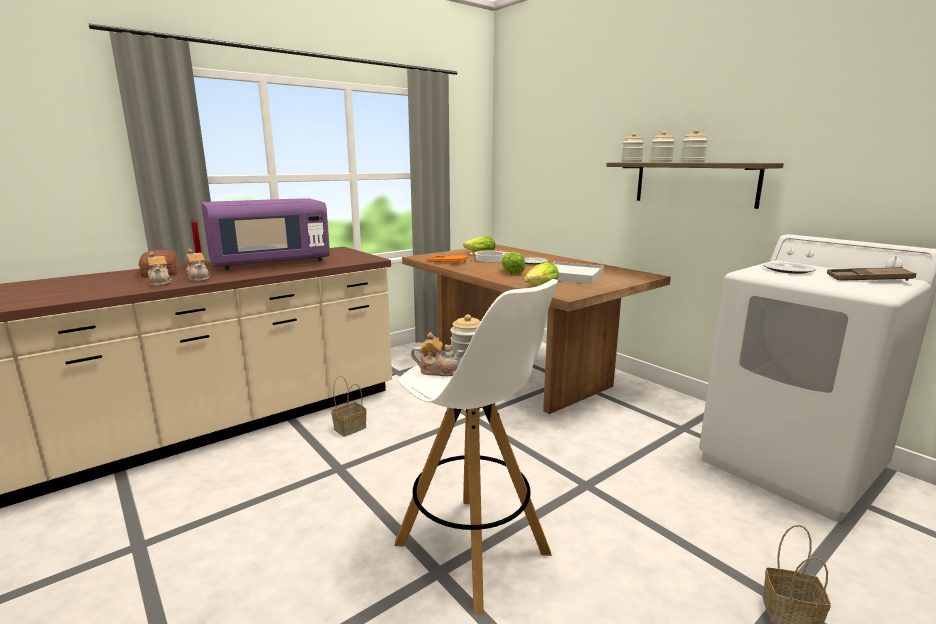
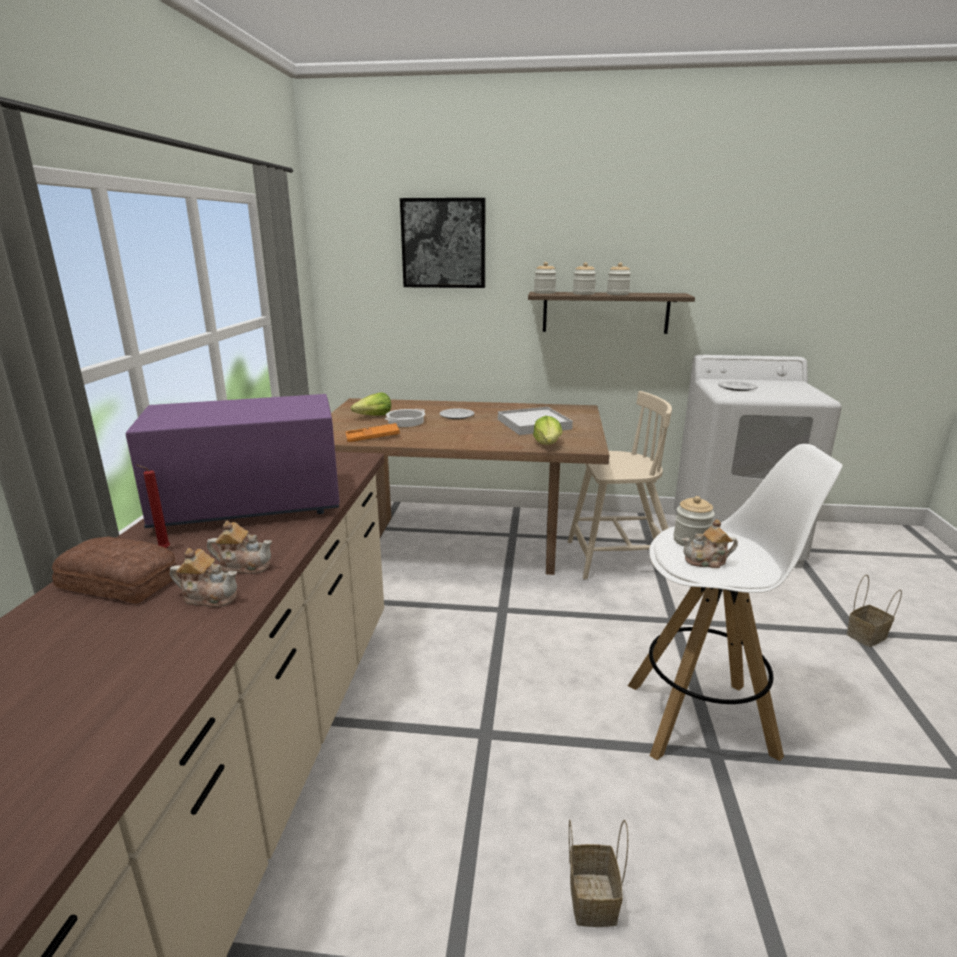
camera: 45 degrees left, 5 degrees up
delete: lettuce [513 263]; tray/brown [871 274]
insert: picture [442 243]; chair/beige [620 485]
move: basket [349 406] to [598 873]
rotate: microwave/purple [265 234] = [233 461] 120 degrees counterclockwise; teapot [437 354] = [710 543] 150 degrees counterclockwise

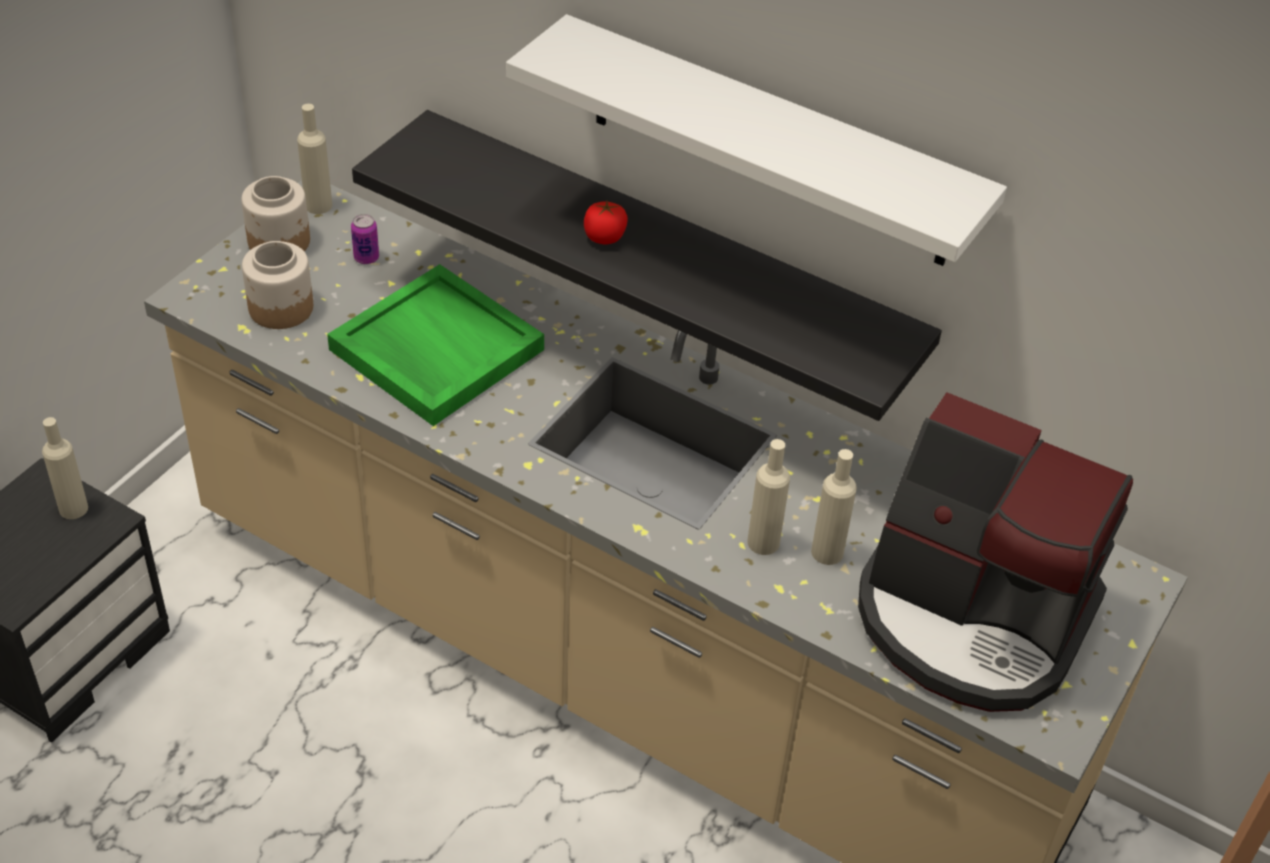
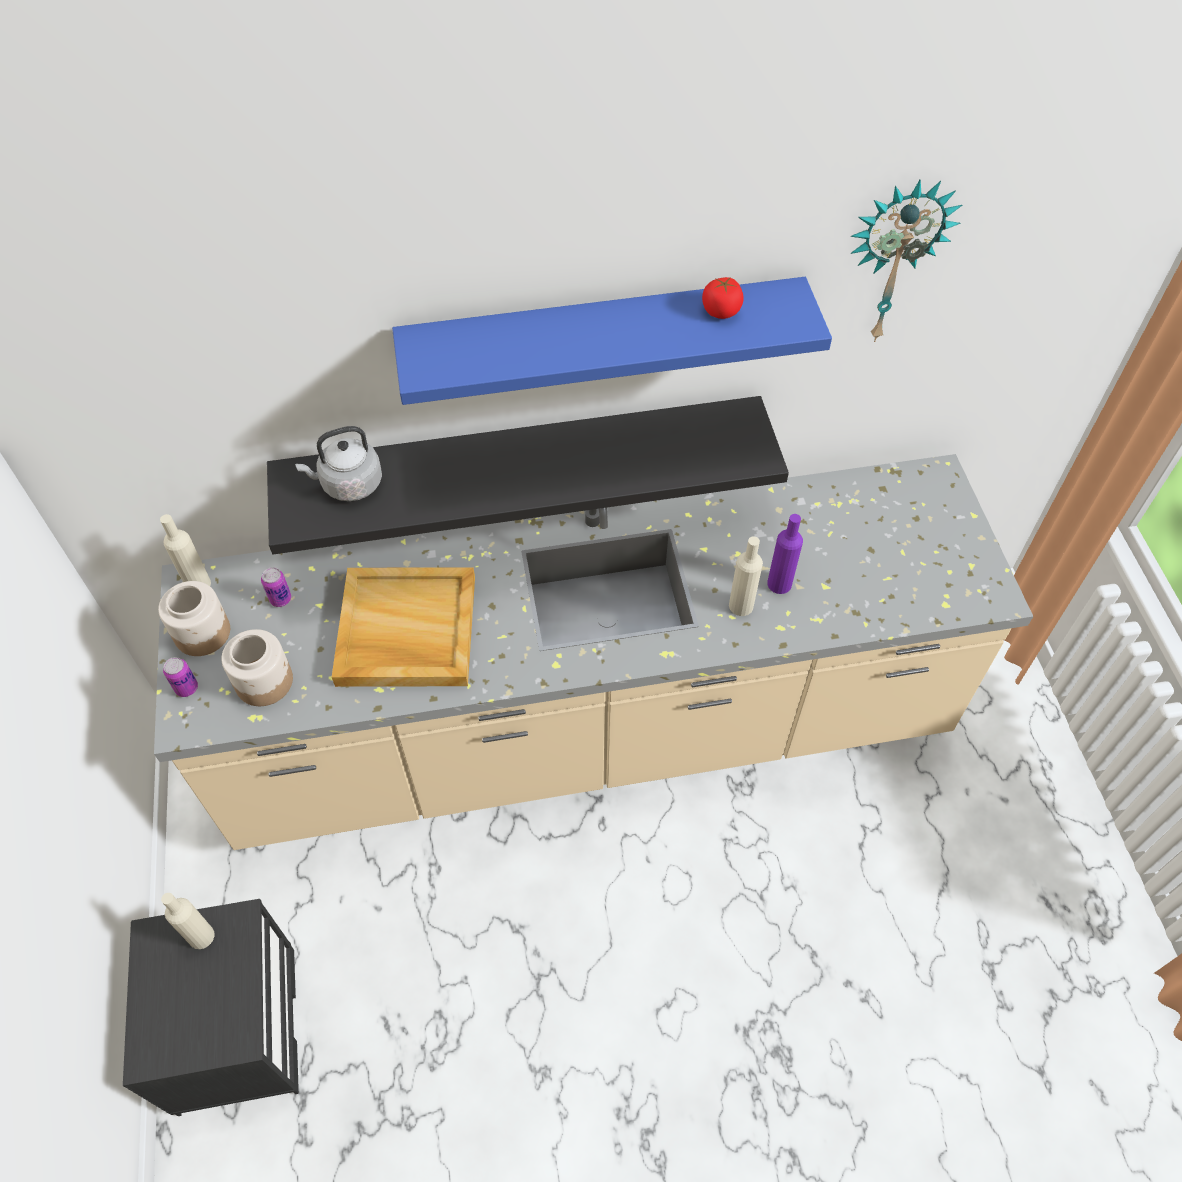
camera: 40 degrees left, 10 degrees up
delete: coffee machine [995 552]
insert: can [180 677]; kettle/grey [338 463]; wall clock [906 260]
move: tomato [606 222] to [723 298]
recolor: tray/green [435 345] to tray/beige [403 627]; shelf/white [756 140] to shelf/blue [612 341]; bottle/beige [834 507] to bottle/purple [785 554]

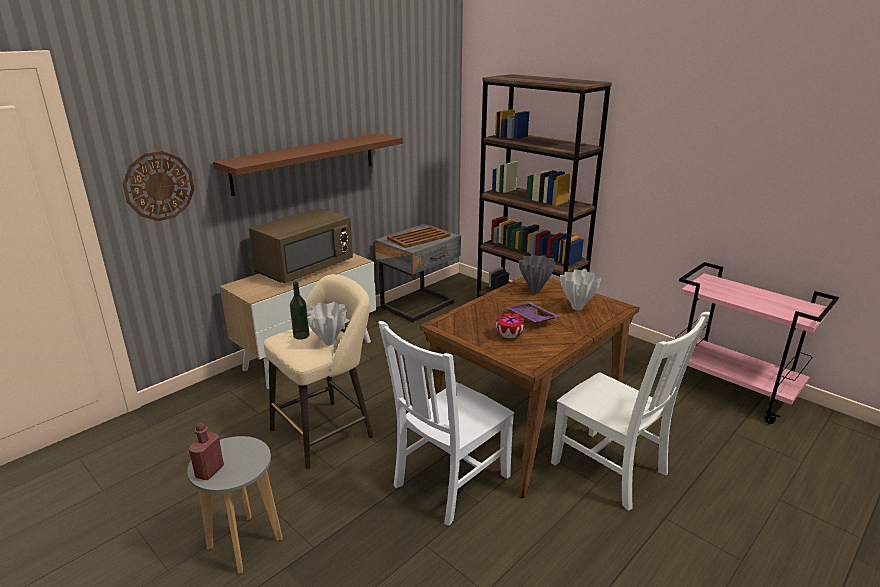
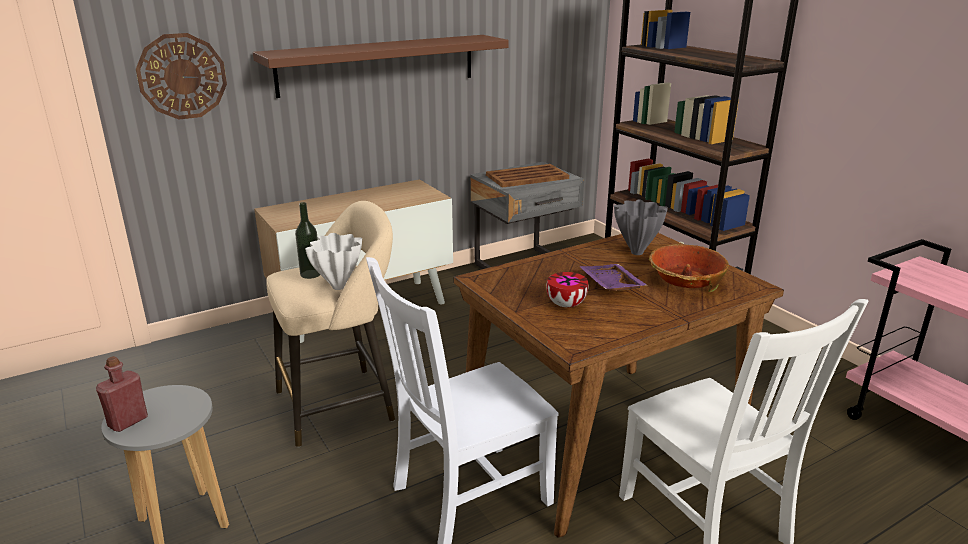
camera: 15 degrees right, 0 degrees up
delete: microwave/brown [301 245]
replace: vase/white [580 290] to bowl [689 268]

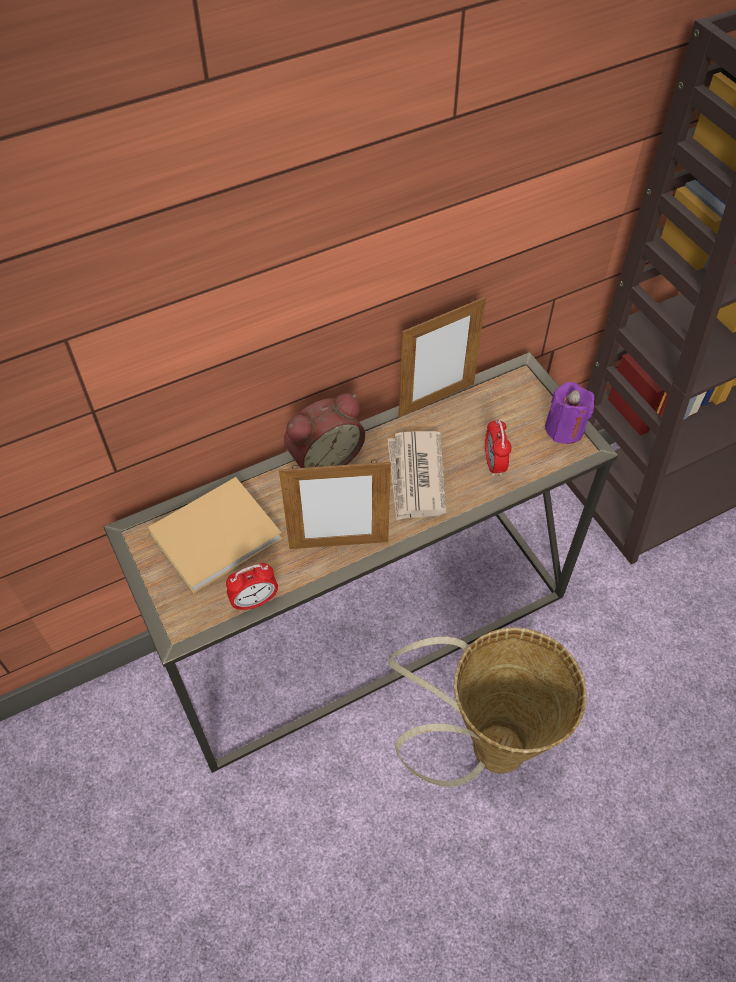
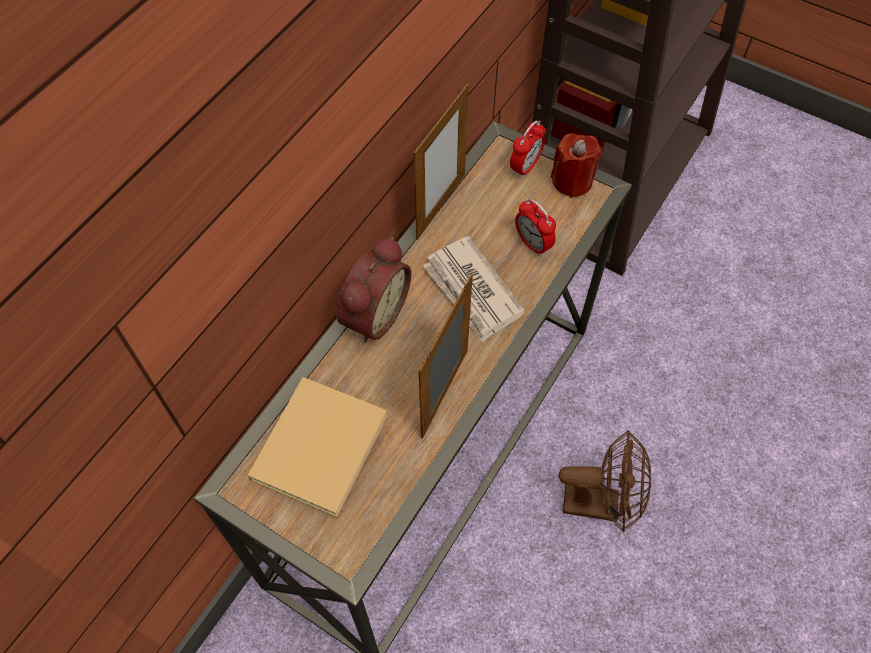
camera: 30 degrees left, 5 degrees up
move: alarm clock [252 587] to [528 149]
replace: basket [487 707] to fan/brown [605 481]
recolor: candle/purple [570 413] to candle/red [576 165]
rotate: picture frame [335 504] = [446 356] 150 degrees clockwise

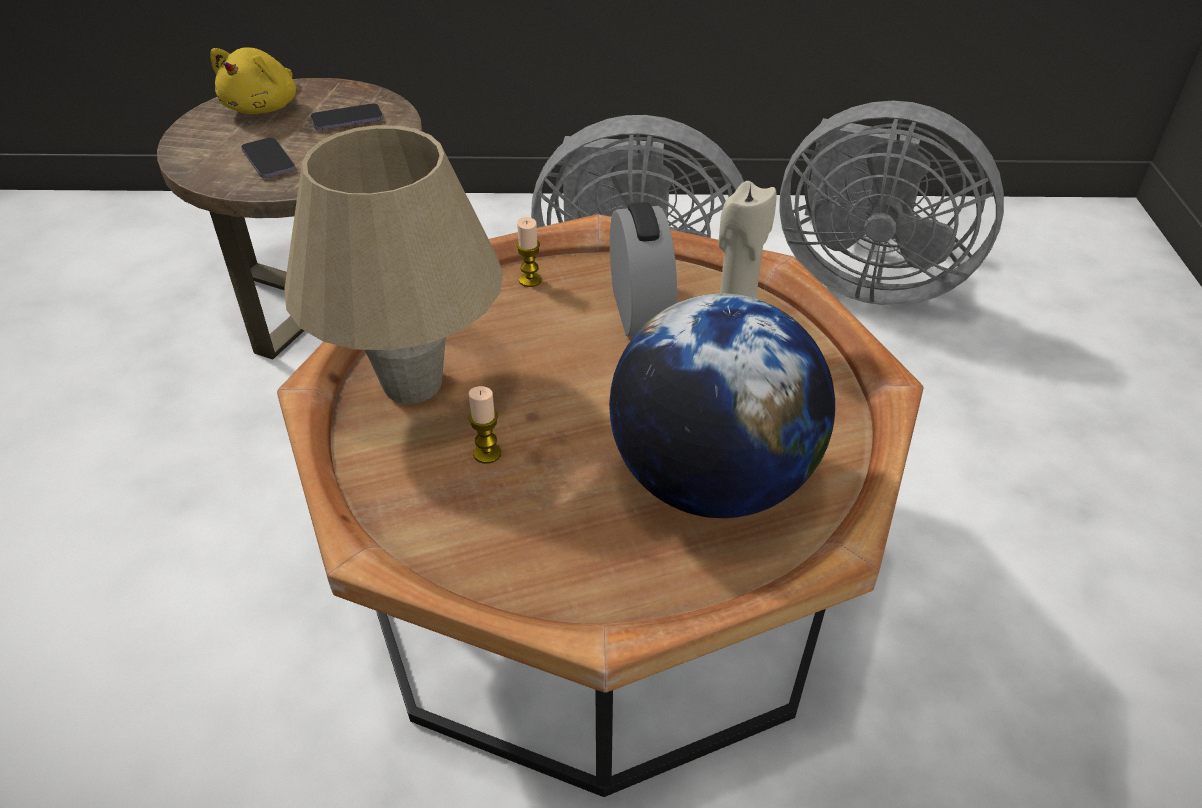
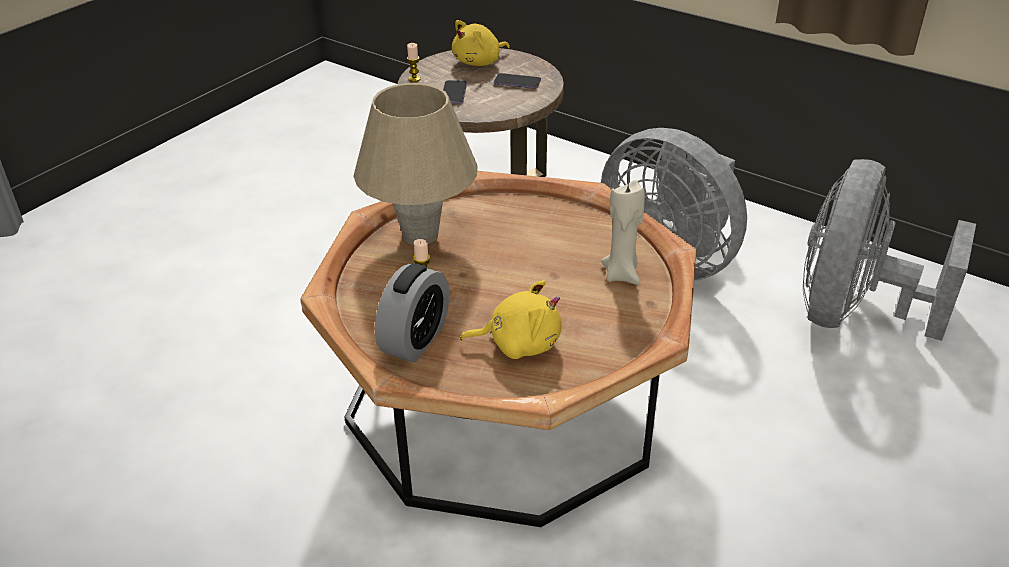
camera: 35 degrees right, 5 degrees down
move: candle [529 252] to [414 62]; alarm clock [643 269] to [412 312]
replace: globe [722 406] to plush toy/yellow [511 319]
rotate: fan/grey [891 203] = [889 250] 60 degrees clockwise

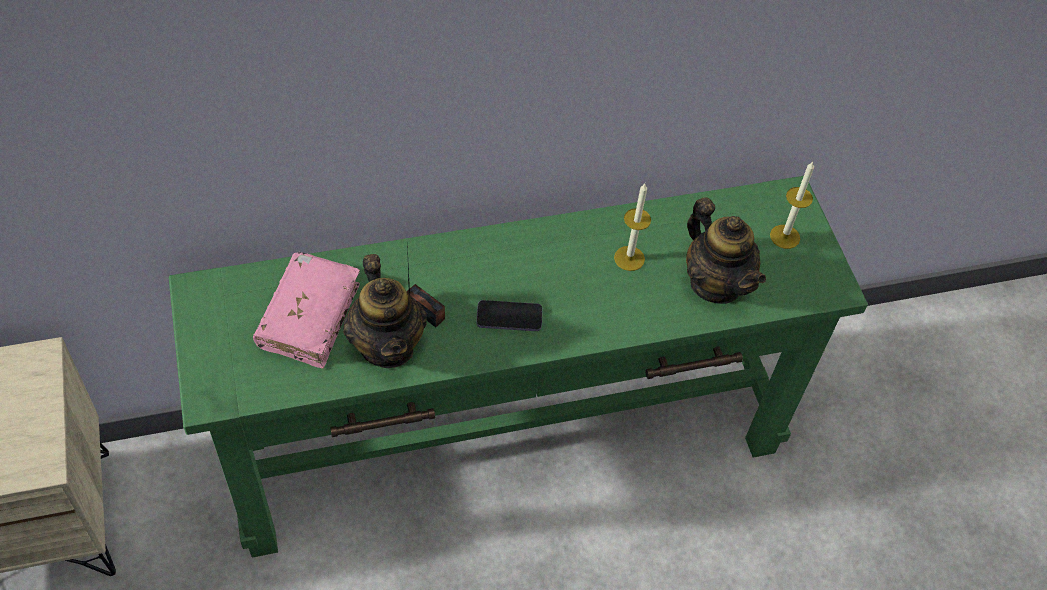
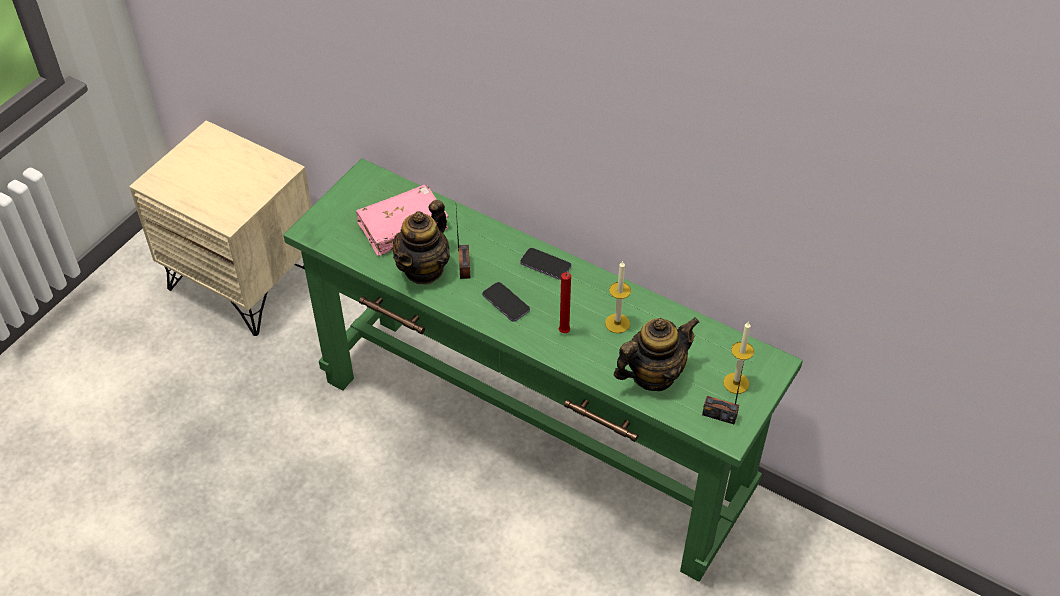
camera: 50 degrees right, 5 degrees down
insert: phone [545 264]; candle/red [565 302]; radio [723 393]
rotate: teapot [726 250] = [657 354] 135 degrees counterclockwise

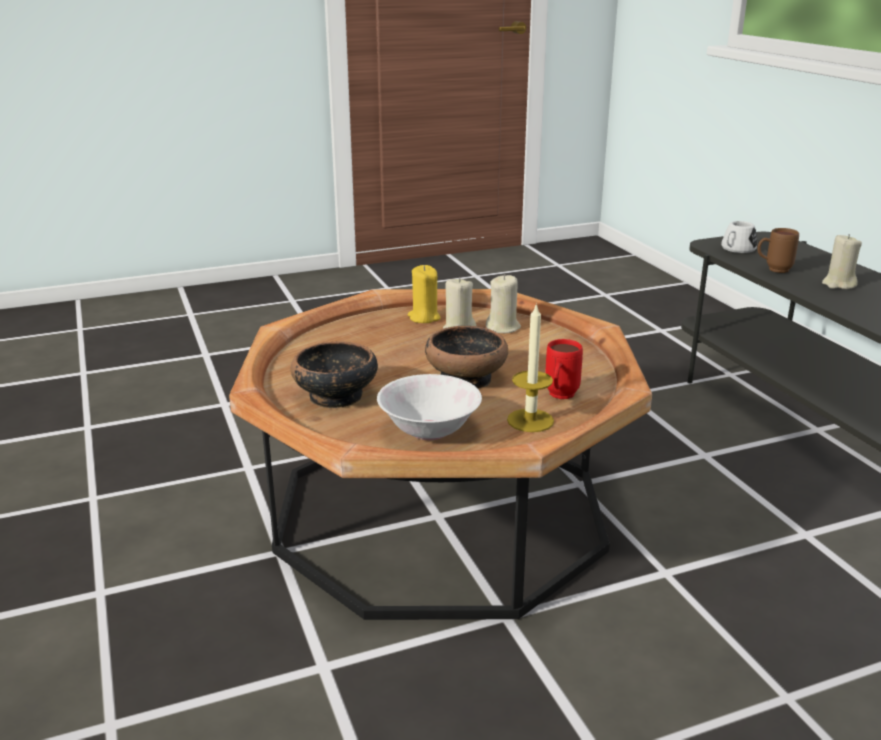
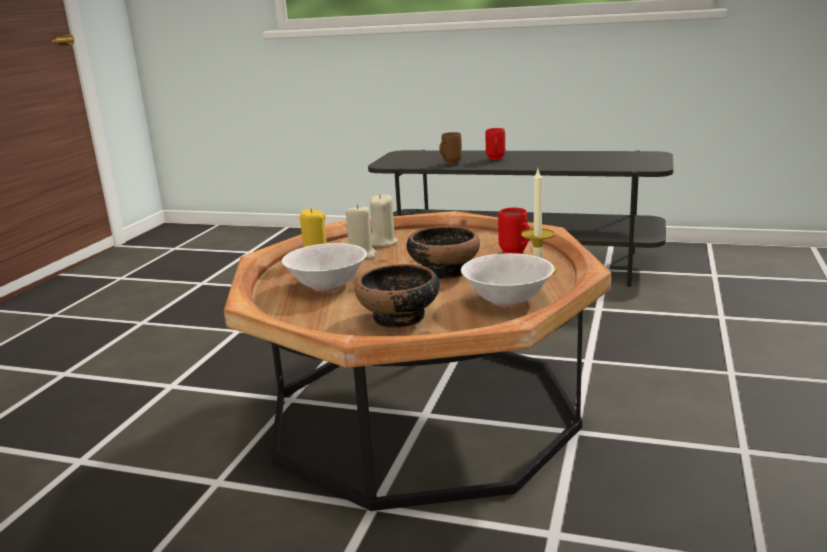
camera: 50 degrees left, 5 degrees down
delete: mug/white [739 237]
insert: bowl/white [324 267]
replace: candle/beige [842 261] to mug/red [495 144]

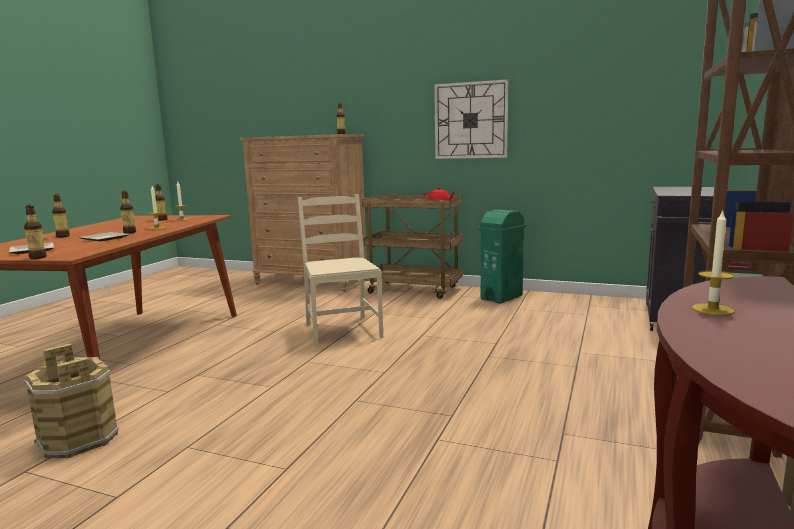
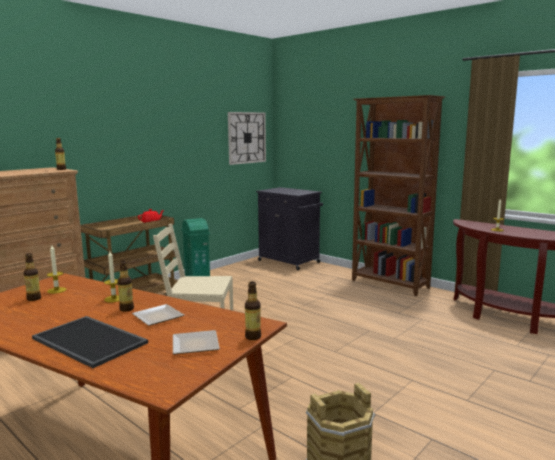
camera: 70 degrees left, 0 degrees up
move: wall clock [471 119] to [247 138]
replace: bottle [61 216] to tray [90 342]

